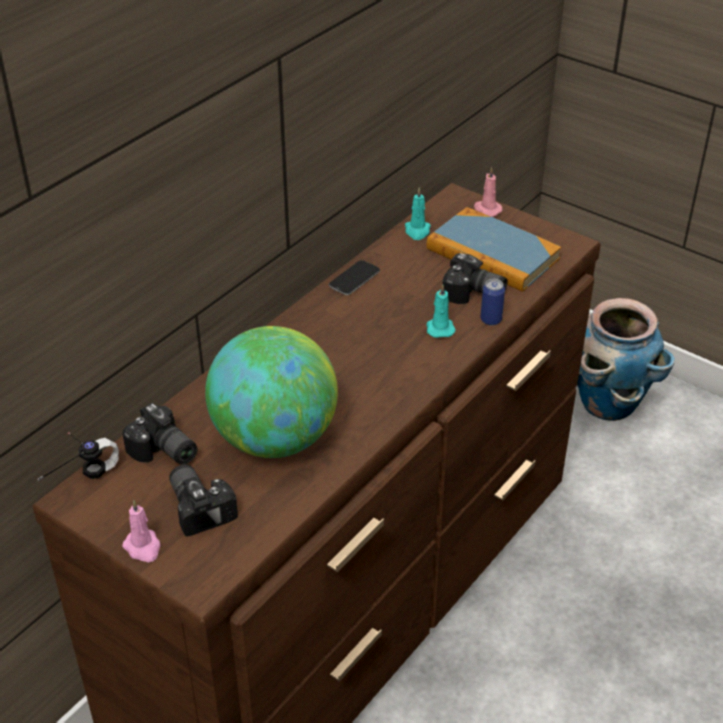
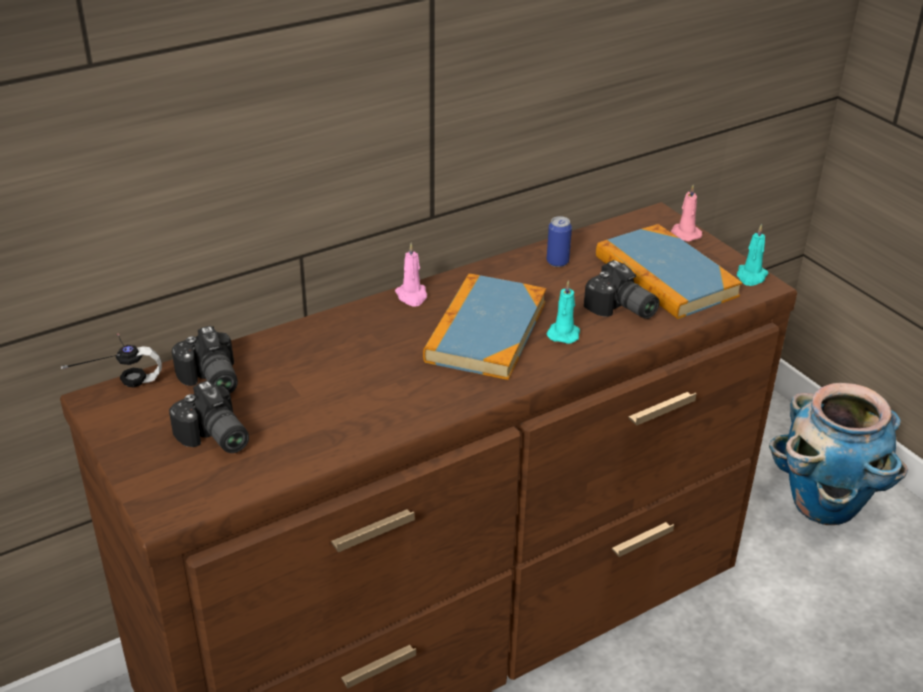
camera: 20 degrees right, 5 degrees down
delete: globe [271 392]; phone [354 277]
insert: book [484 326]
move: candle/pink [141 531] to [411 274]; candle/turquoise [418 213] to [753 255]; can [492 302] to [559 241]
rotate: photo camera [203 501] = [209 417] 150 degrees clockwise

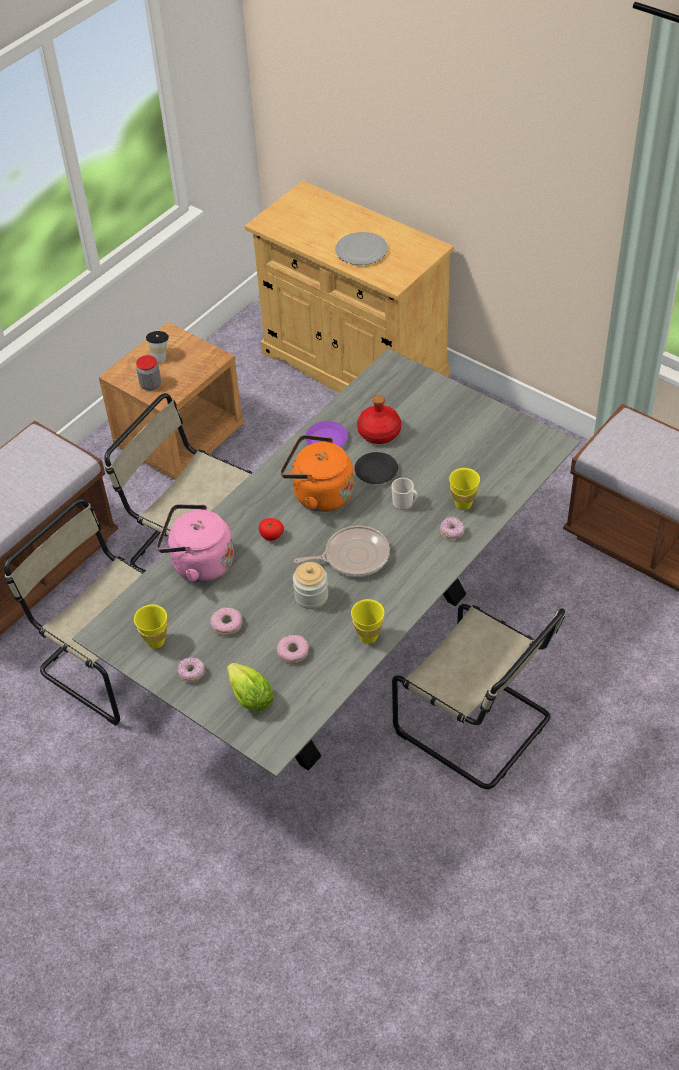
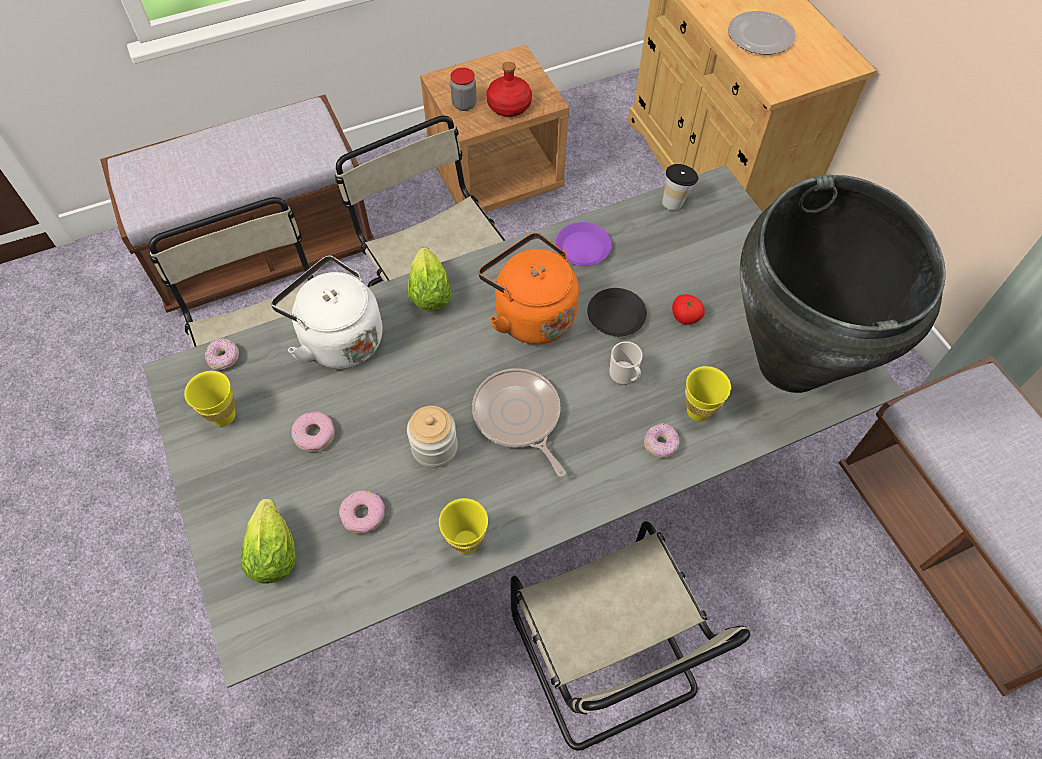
camera: 25 degrees right, 10 degrees up
insert: lettuce [429 279]; vase/black [842 284]
move: cup [157 346] to [680 187]; donut [191 669] to [222 354]; tomato [271 529] to [688 309]; bottle/red [379 419] to [509 89]
recolor: kettle/pink [195 543] to kettle/white [327 312]
rotate: frying pan [342 551] = [519 422] 135 degrees counterclockwise

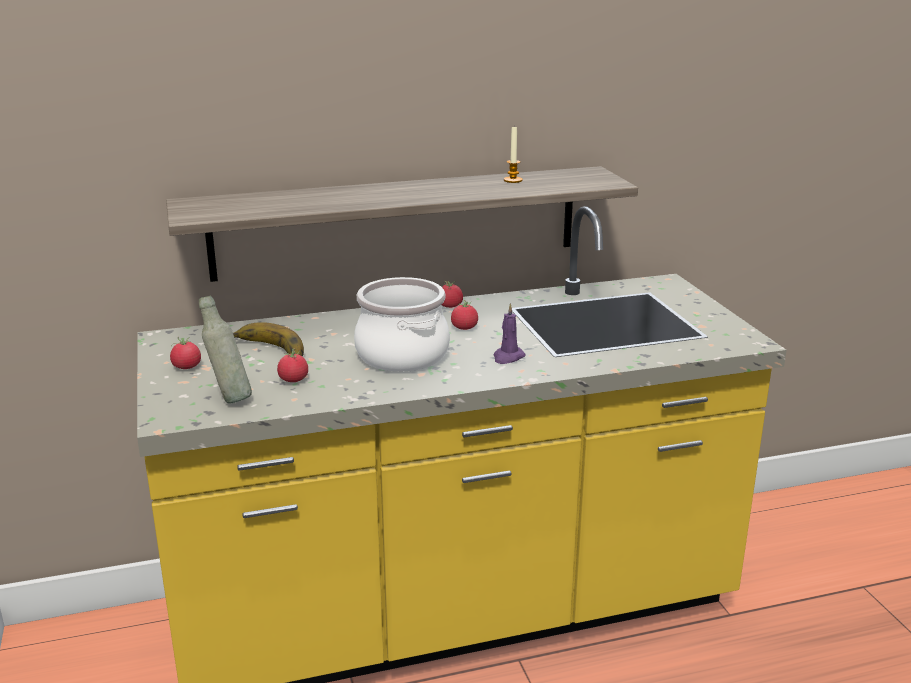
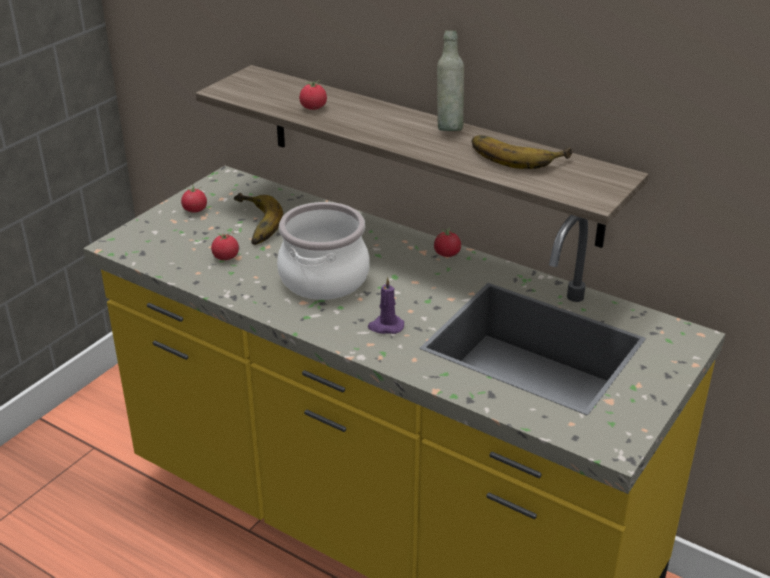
camera: 50 degrees right, 10 degrees up
move: bottle/grey [225 349] to [450 80]; tomato [464 315] to [313 95]
replace: candle [513 154] to banana [522 152]

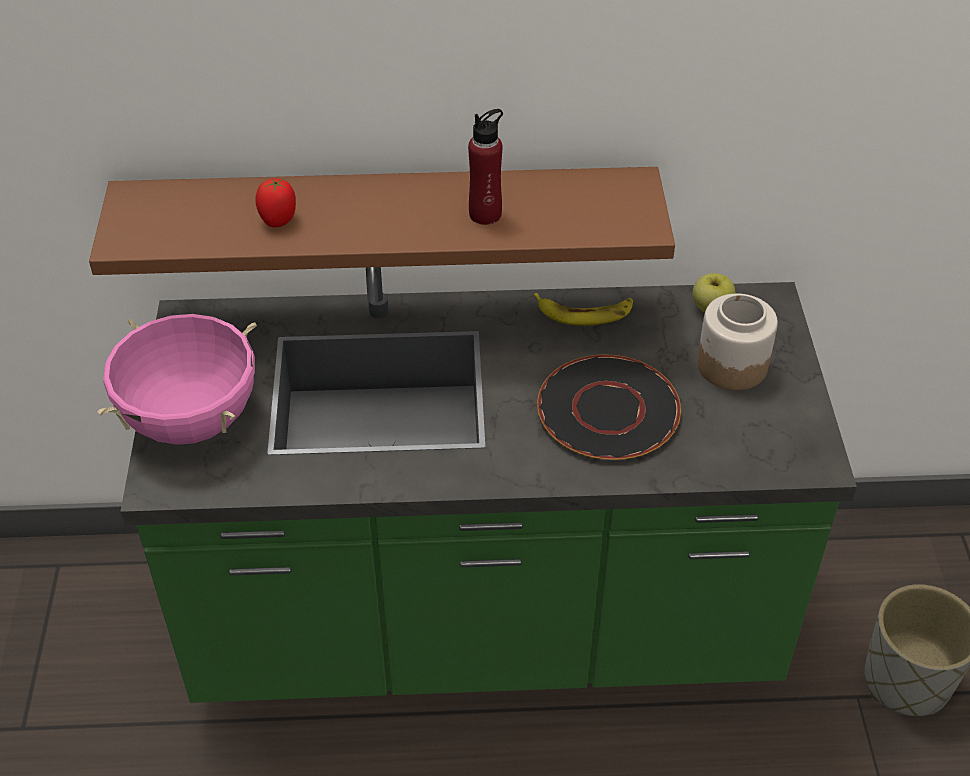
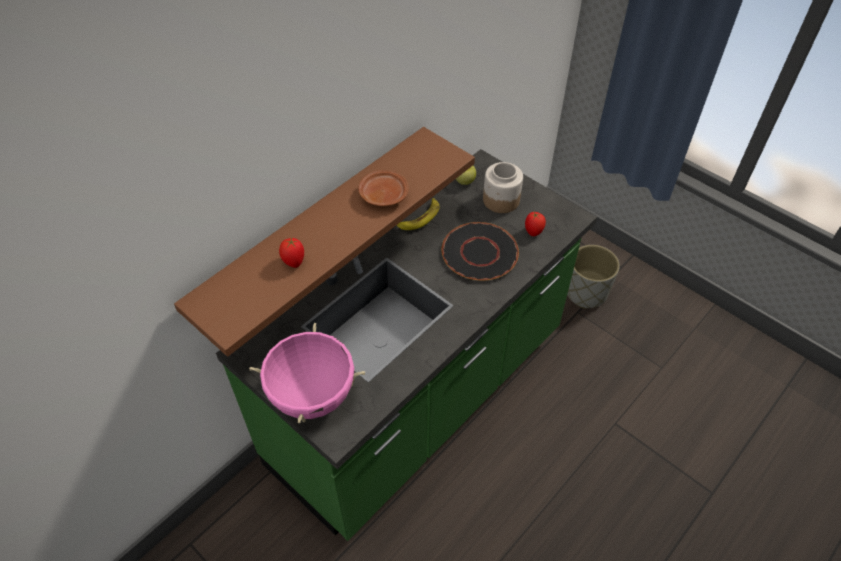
camera: 45 degrees left, 5 degrees up
insert: tomato [535 224]
replace: bottle/red [485 167] to plate/brown [383 188]

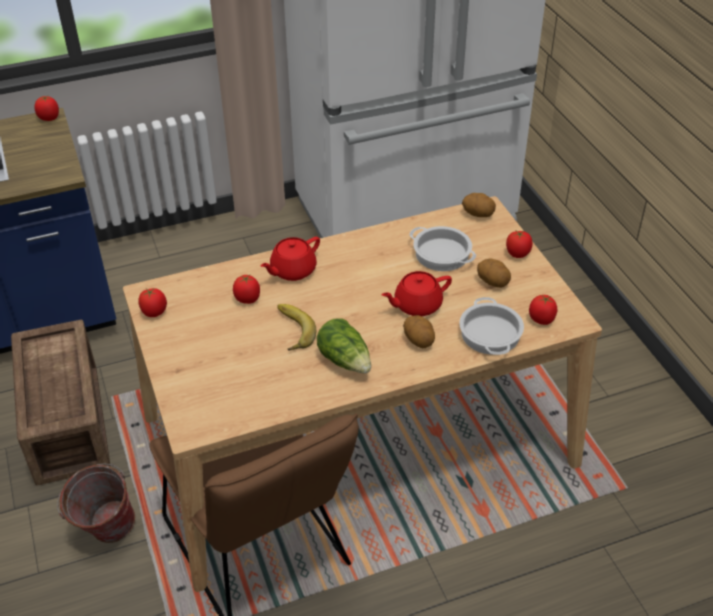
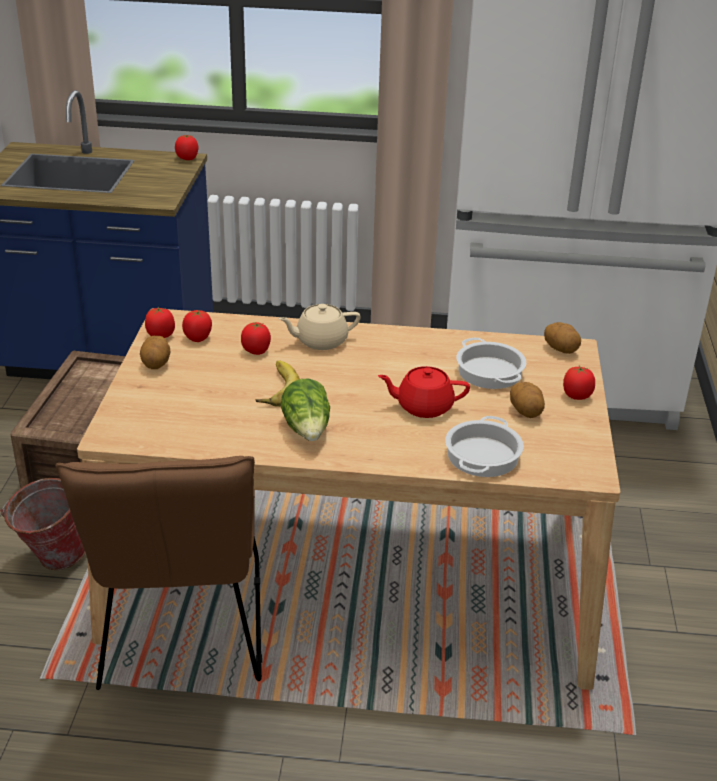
camera: 25 degrees right, 10 degrees down
move: potato [419 331] to [155 352]; tomato [543 310] to [197 326]
recolor: teapot/red [290 259] to teapot/beige [319 327]

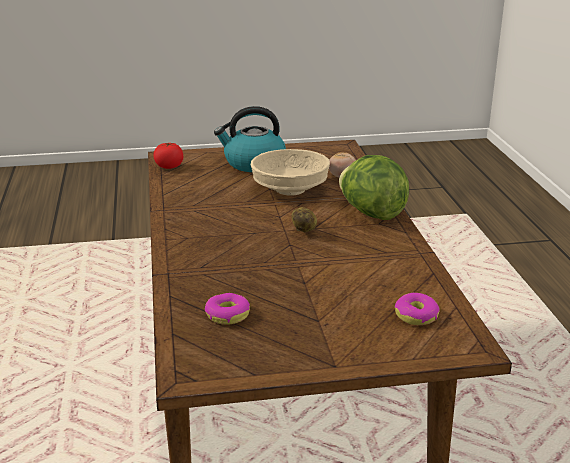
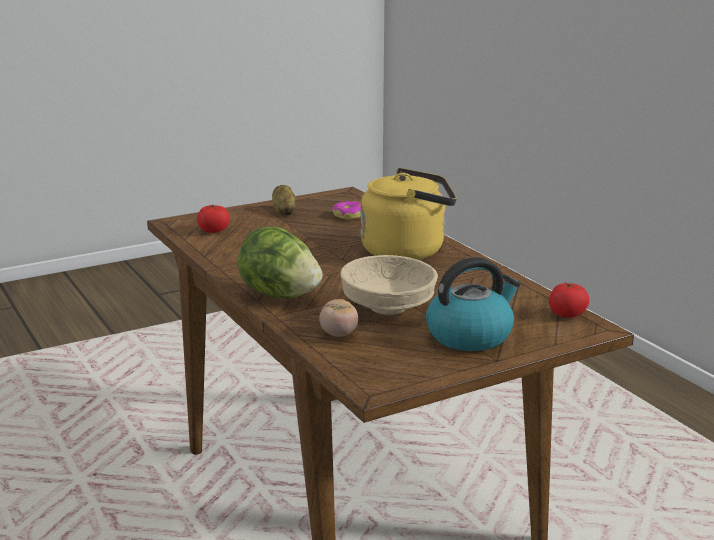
camera: 160 degrees right, 5 degrees down
insert: kettle/yellow [408 214]
move: potato [304 219] to [283 200]
replace: donut [417 309] to tomato [213 219]

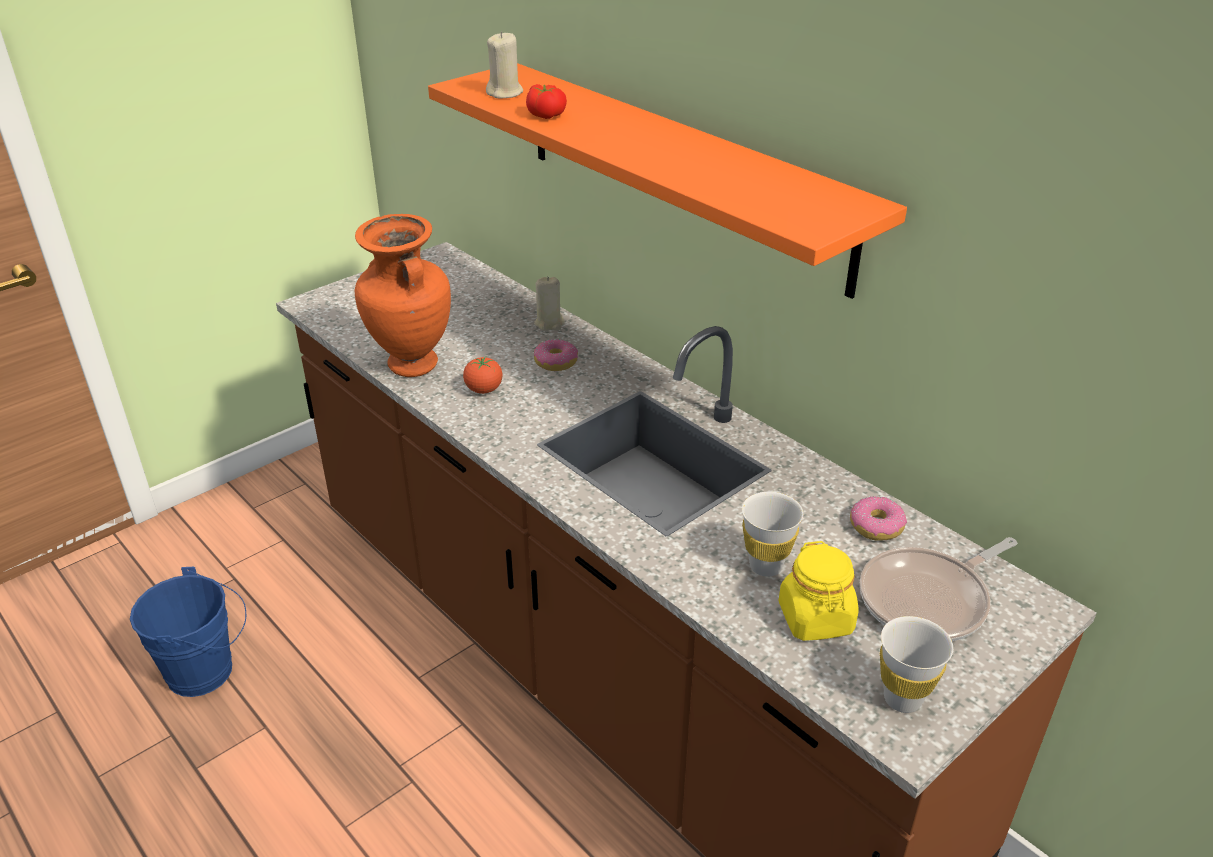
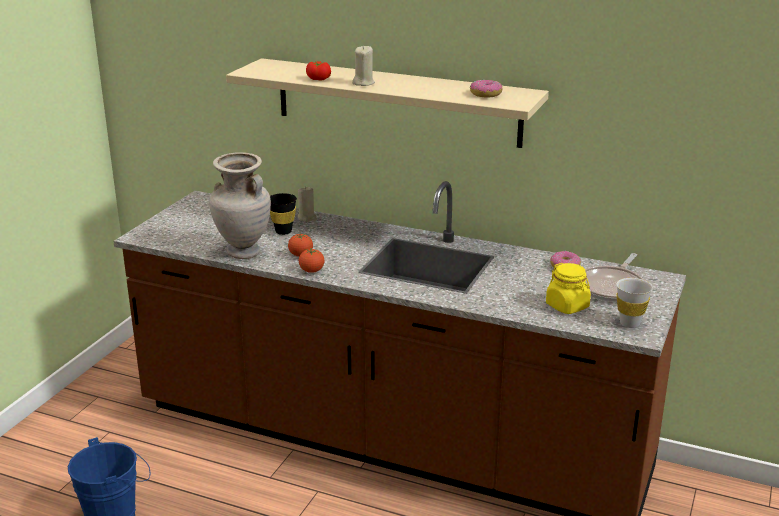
camera: 25 degrees left, 10 degrees down
delete: cup/white [772 534]
insert: cup/black [283 214]; tomato [312 260]
move: candle/beige [504 64] to [363 65]; donut [556 355] to [486 88]
recolor: vase/orange [403 295] to vase/beige [240 205]; shelf/orange [667 181] to shelf/beige [387 103]

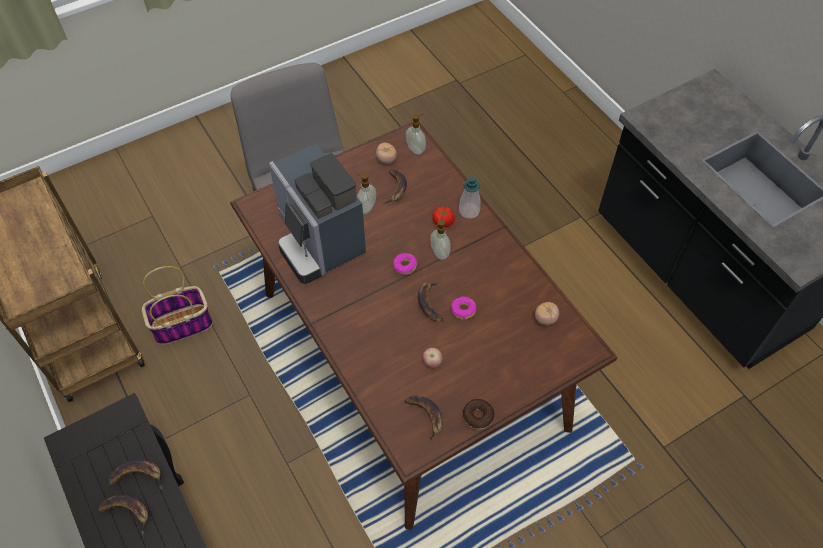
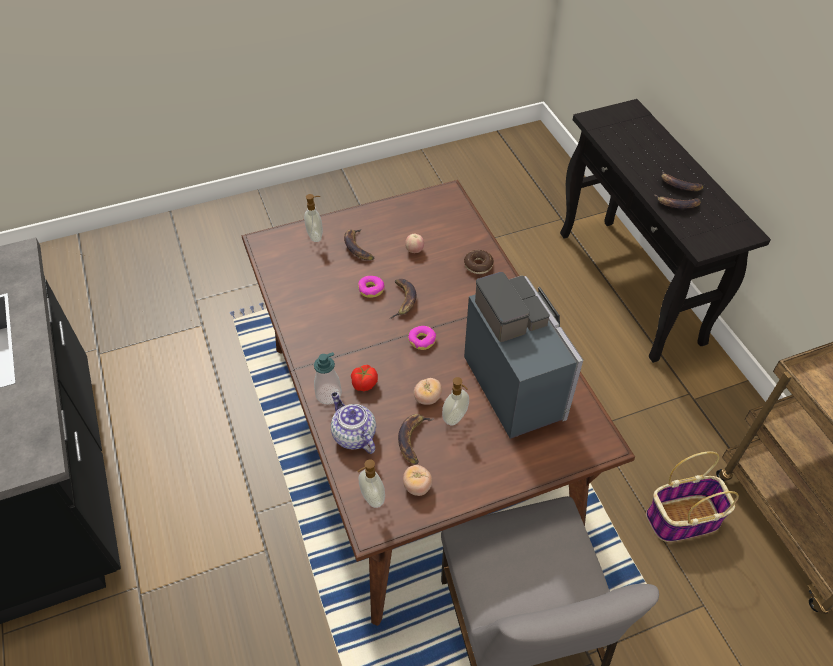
camera: 170 degrees left, 5 degrees down
insert: teapot [353 423]
move: banana [423 419] to [359 244]; soap dispenser [440 239] to [313 218]; donut [478 414] to [479 262]; tomato [547 313] to [428 391]

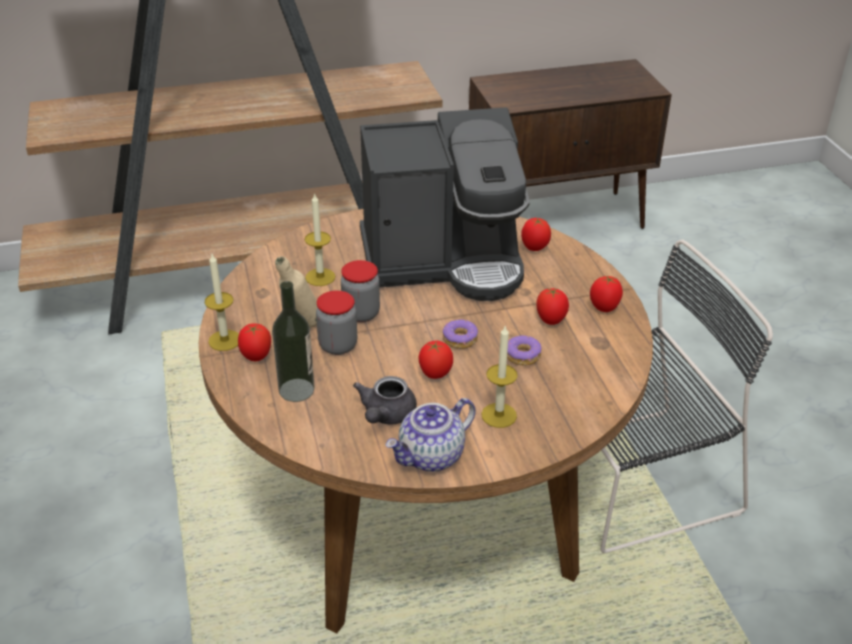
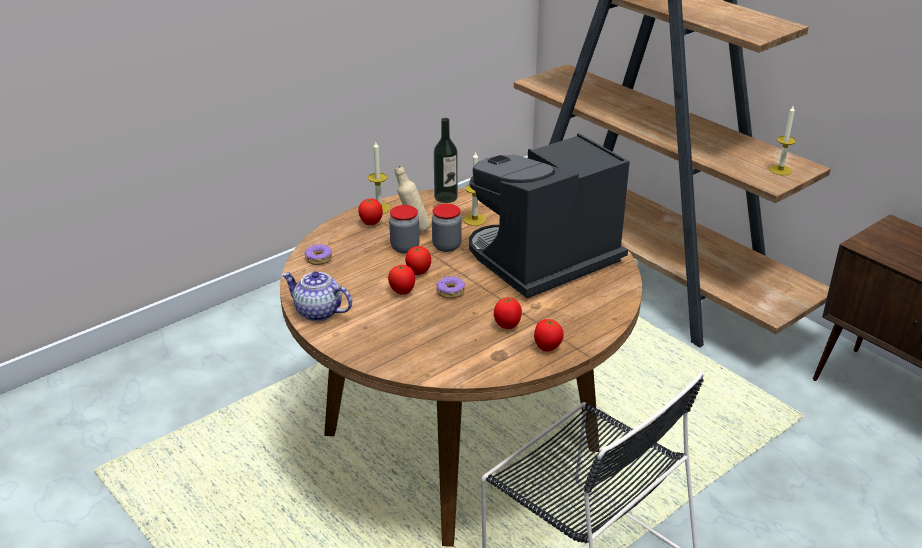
camera: 65 degrees right, 5 degrees down
delete: teapot/grey [385 400]
move: bottle [293 341] to [446 160]; candle [499 376] to [783 140]; donut [524 350] to [318 254]; tomato [536 234] to [418 260]
rotate: coffee machine [445 204] = [549 215] 90 degrees clockwise

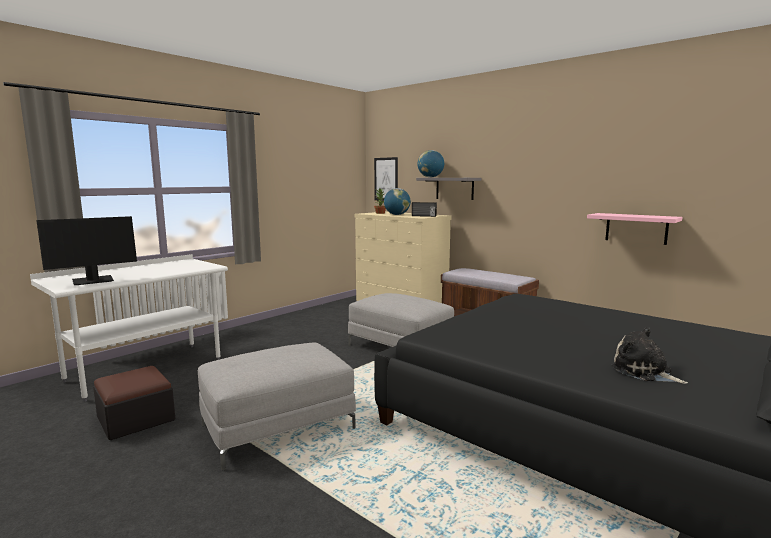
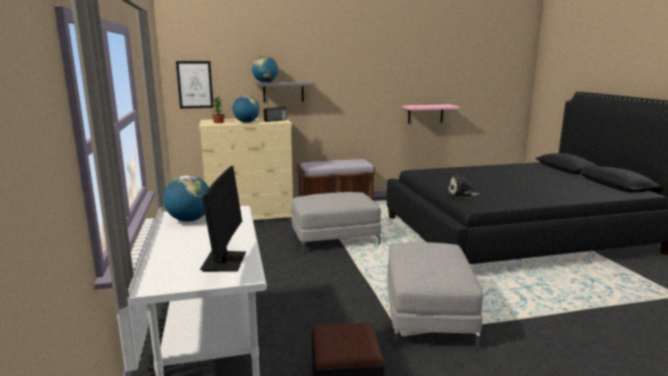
camera: 55 degrees left, 5 degrees up
insert: globe [186 198]
move: plush toy [649 355] to [464 185]

